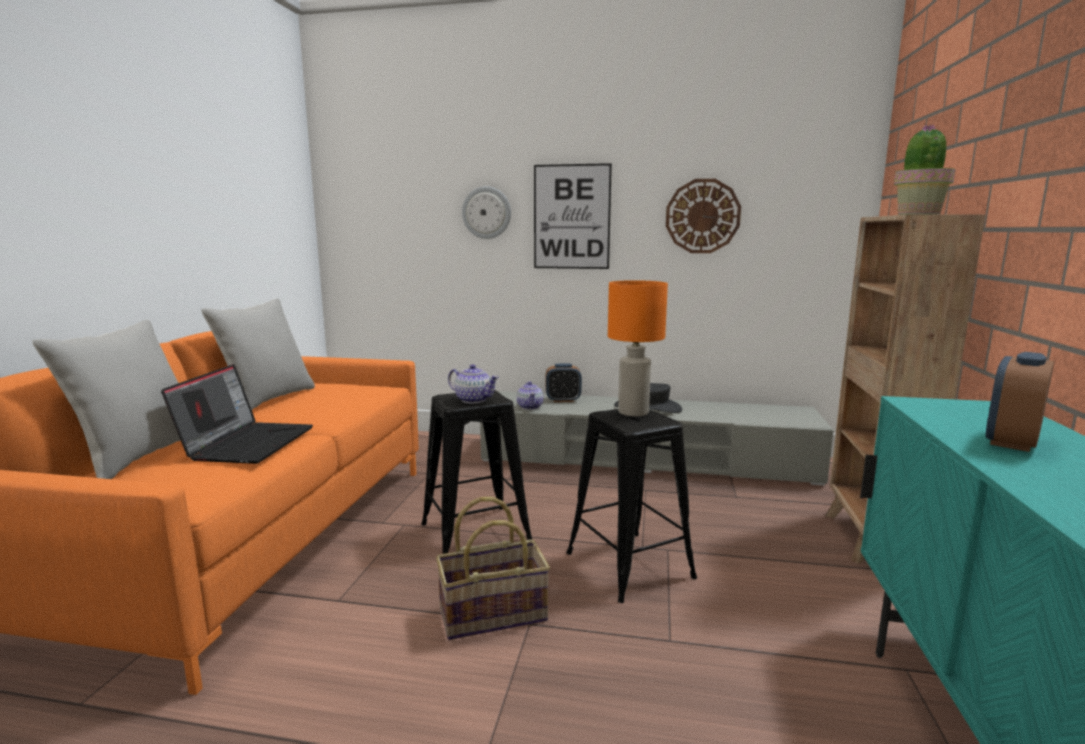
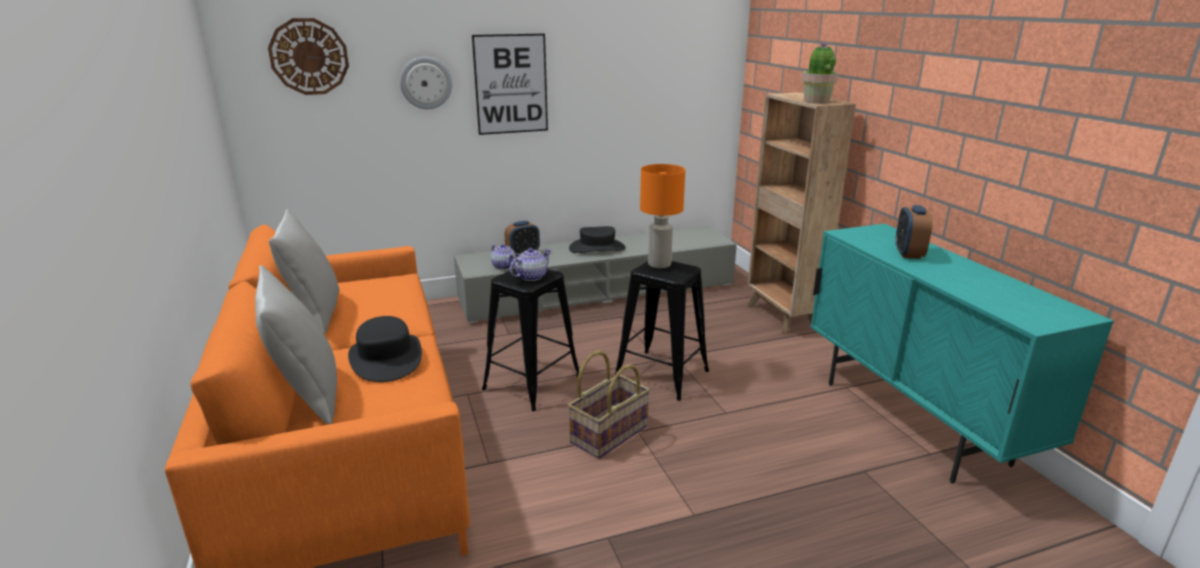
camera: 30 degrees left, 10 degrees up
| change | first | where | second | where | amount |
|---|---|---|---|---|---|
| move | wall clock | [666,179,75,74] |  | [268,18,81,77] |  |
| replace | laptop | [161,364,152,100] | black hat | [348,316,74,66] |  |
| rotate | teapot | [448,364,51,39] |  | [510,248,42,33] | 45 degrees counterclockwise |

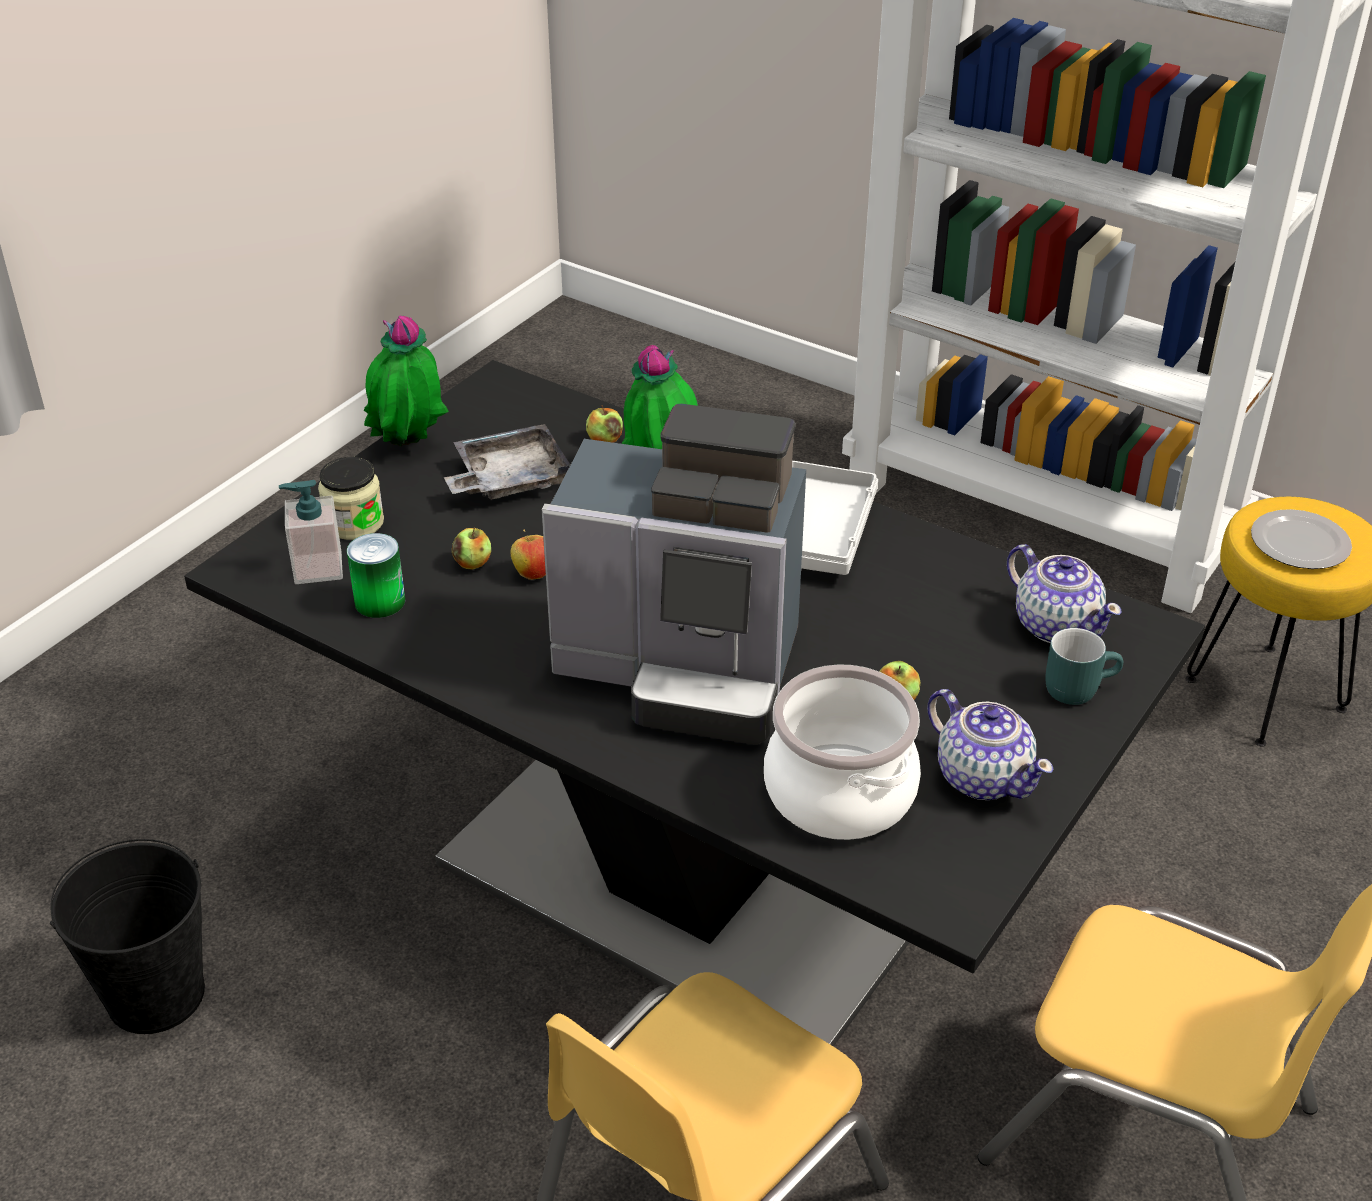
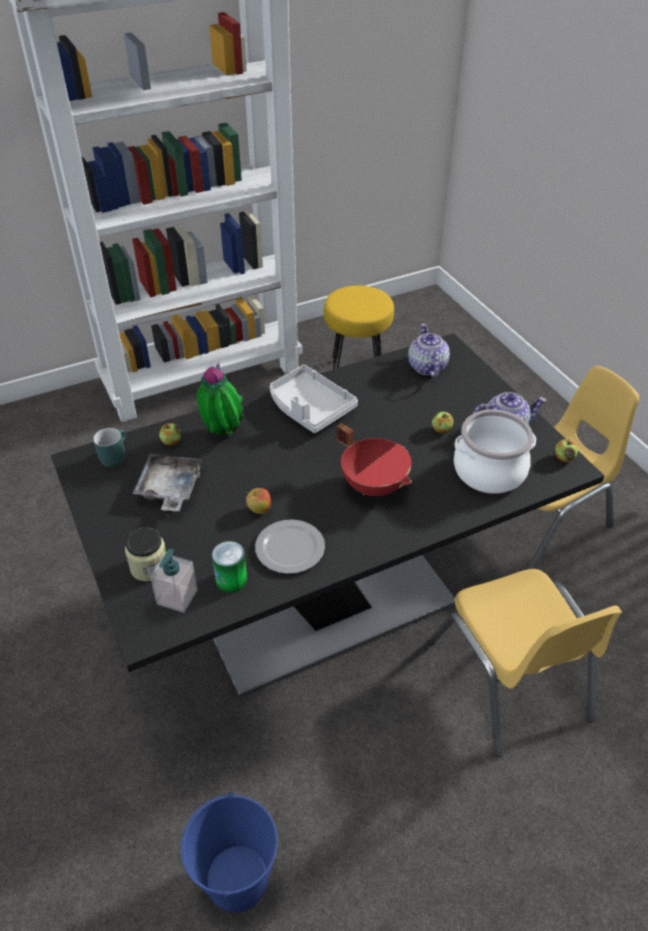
camera: 60 degrees left, 5 degrees up
| change | first | where | second | where | amount |
|---|---|---|---|---|---|
| delete | potted plant | [364,316,84,130] |  |  |  |
| replace | coffee machine | [542,404,264,340] | red cooking pot | [336,423,76,73] |  |
| move | plate | [1251,509,101,60] |  | [255,520,70,54] |  |
| move | apple | [452,528,39,42] |  | [555,439,23,23] |  |
| rotate | teapot | [1007,544,115,99] |  | [408,323,42,55] | 90 degrees counterclockwise |
| move | turquoise mug | [1046,628,77,77] |  | [93,428,32,39] |  |
| recolor | black bucket | [50,839,155,195] | blue bucket | [180,792,98,120] |  |

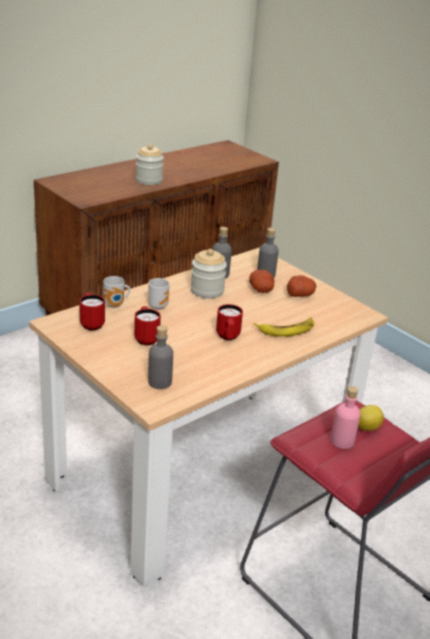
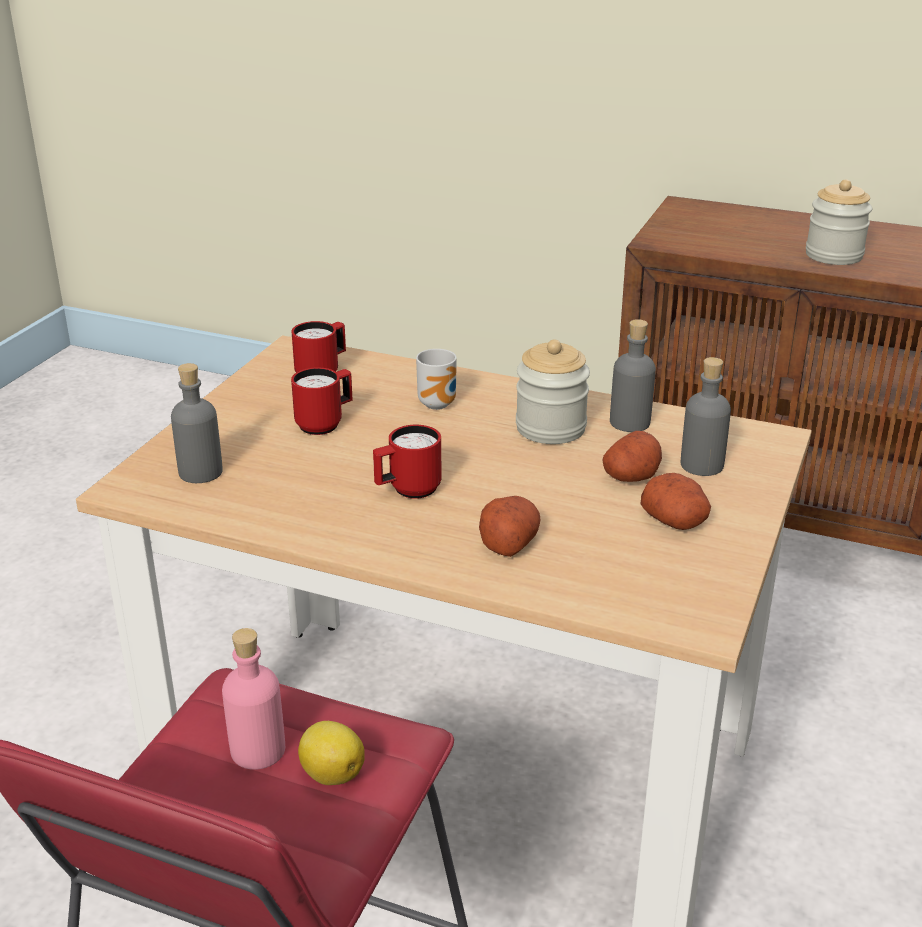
camera: 65 degrees right, 0 degrees up
| change | first | where | second | where | amount |
|---|---|---|---|---|---|
| delete | mug | [103,276,27,32] |  |  |  |
| replace | banana | [253,318,61,19] | potato | [479,496,62,61] |  |

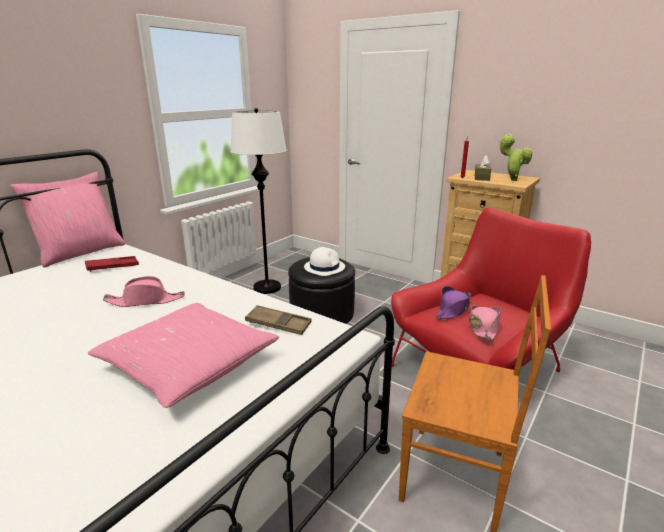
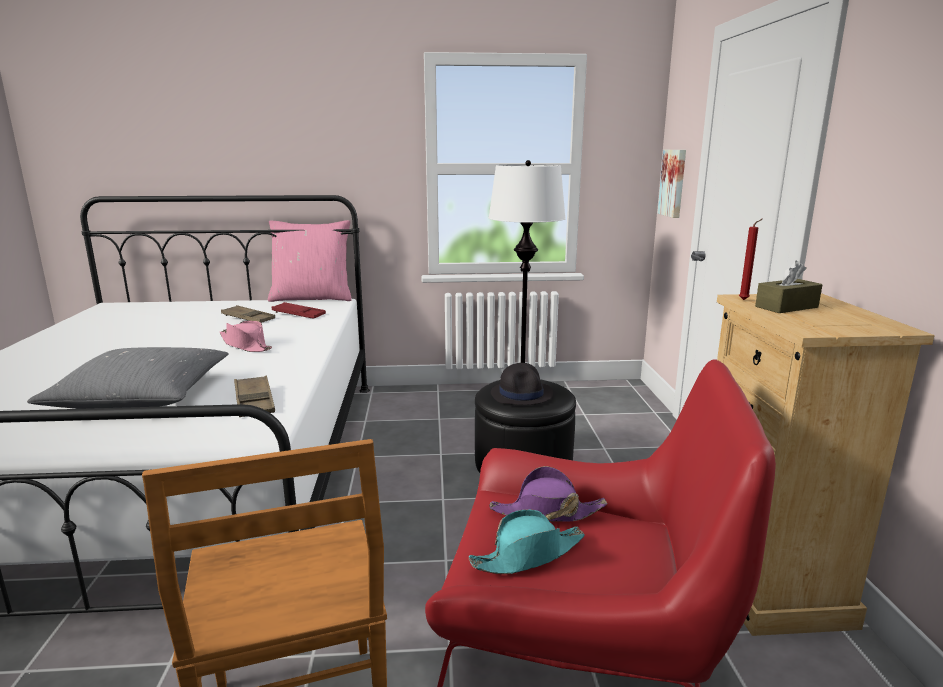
camera: 50 degrees right, 5 degrees down
| change | first | where | second | where | amount |
|---|---|---|---|---|---|
| delete | potted plant | [500,134,32,47] |  |  |  |
| recolor | white hat | [304,247,41,29] | black hat | [491,363,62,42] |  |
| recolor | pink pillow | [88,303,191,105] | grey pillow | [27,347,202,62] |  |
| recolor | pink hat | [469,305,32,35] | turquoise hat | [469,509,116,65] |  |
| insert |  |  | picture | [658,150,28,68] |  |
| insert |  |  | brown tray | [221,305,54,18] |  |

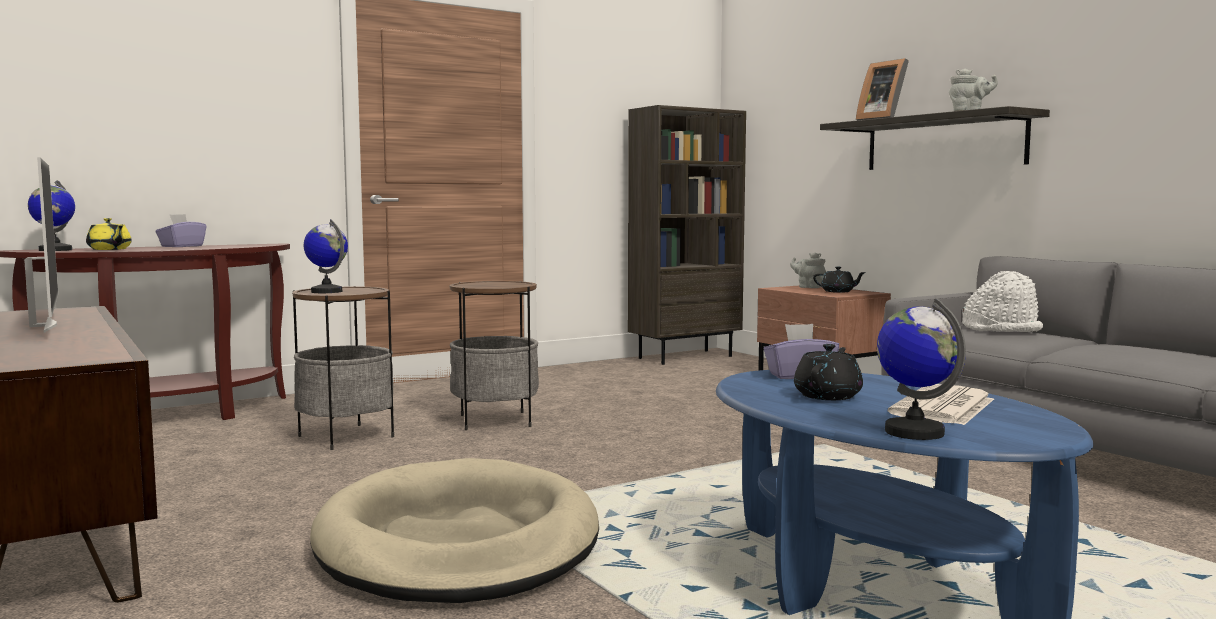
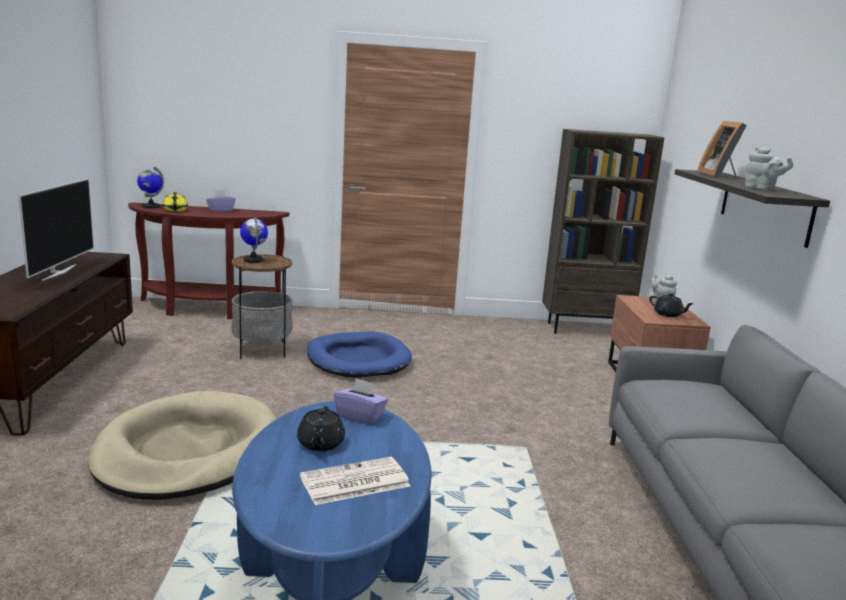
camera: 30 degrees right, 10 degrees up
| change | first | where | second | where | amount |
|---|---|---|---|---|---|
| delete | white hat | [962,271,81,61] |  |  |  |
| replace | side table | [449,281,90,149] | blue dog bed | [307,332,105,46] |  |
| delete | globe | [877,298,89,142] |  |  |  |
| rotate | black teapot | [794,344,69,56] |  | [297,406,48,45] | 120 degrees clockwise |

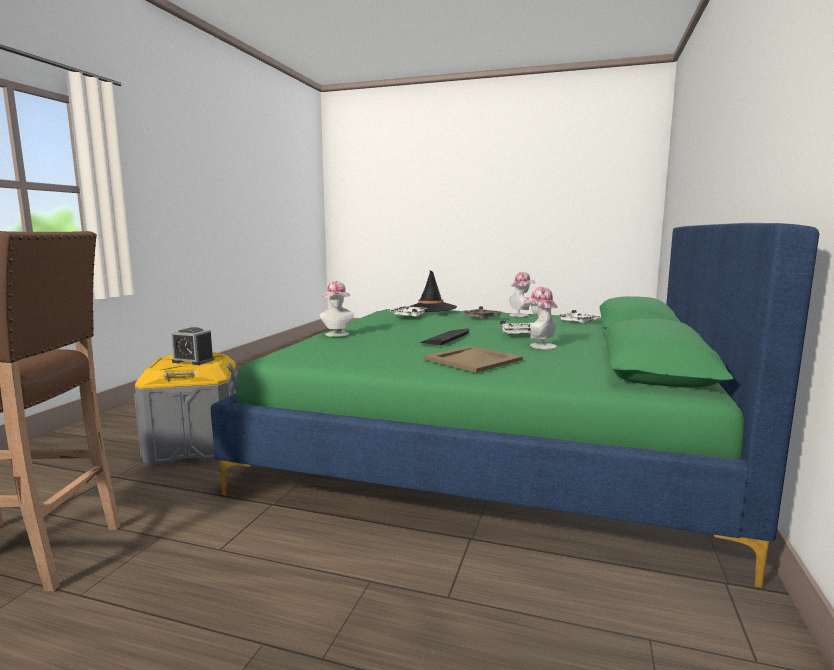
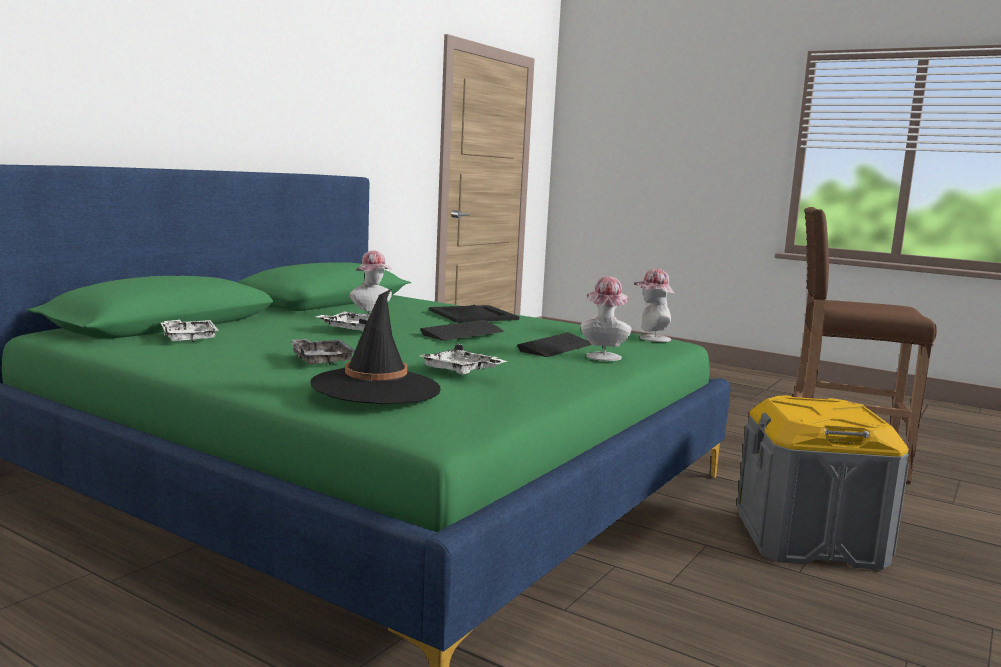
camera: 165 degrees left, 0 degrees up
| change | first | where | second | where | amount |
|---|---|---|---|---|---|
| move | hat | [509,272,26,45] |  | [634,269,40,73] |  |
| delete | alarm clock | [171,327,44,38] |  |  |  |
| recolor | beige tray | [424,346,99,27] | black tray | [429,305,90,18] |  |
| insert |  |  | keyboard | [517,332,74,25] |  |

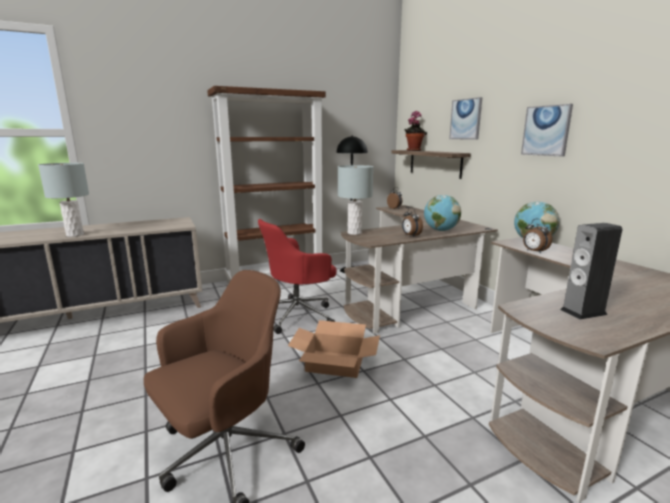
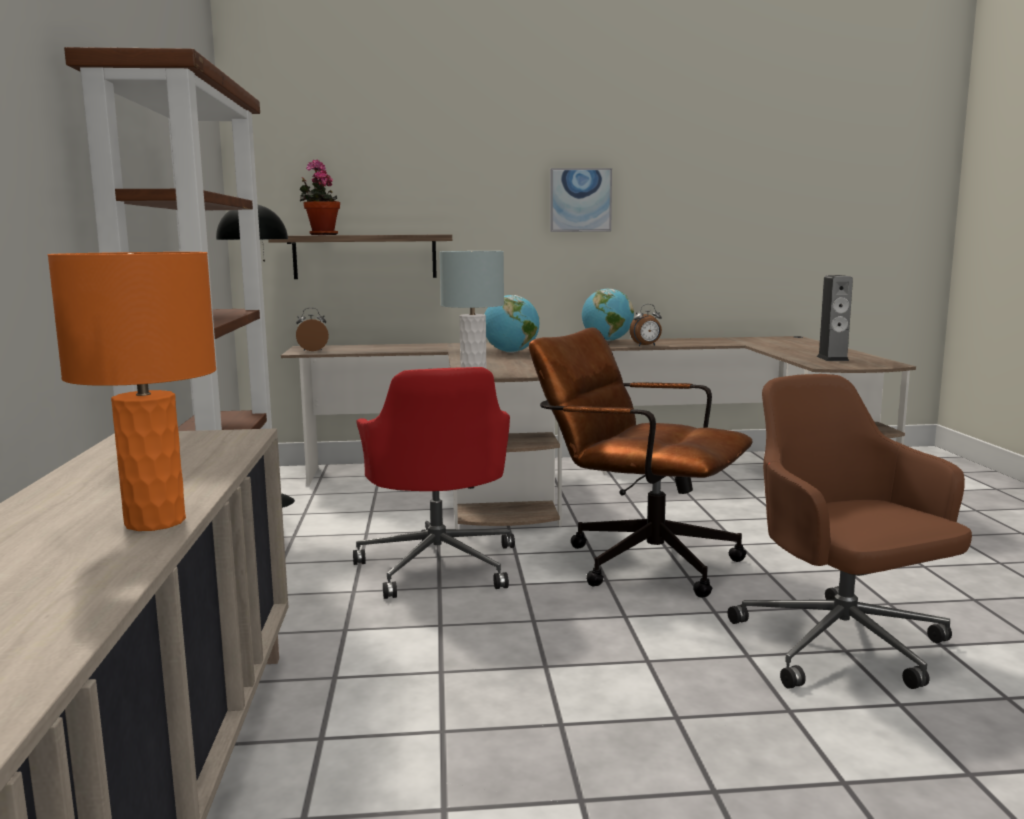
camera: 70 degrees left, 5 degrees down
| change | first | where | second | where | amount |
|---|---|---|---|---|---|
| delete | picture | [449,97,33,43] |  |  |  |
| recolor | grey table lamp | [38,163,51,74] | orange table lamp | [48,252,168,279] |  |
| delete | alarm clock | [402,207,21,30] |  |  |  |
| replace | cardboard box | [288,320,92,58] | brown office chair | [529,328,224,270] |  |

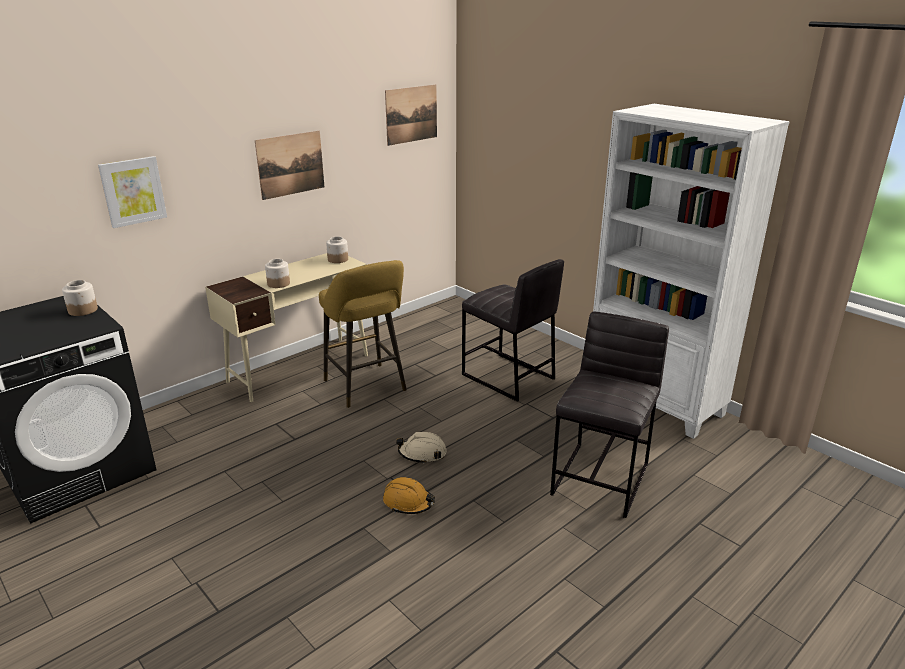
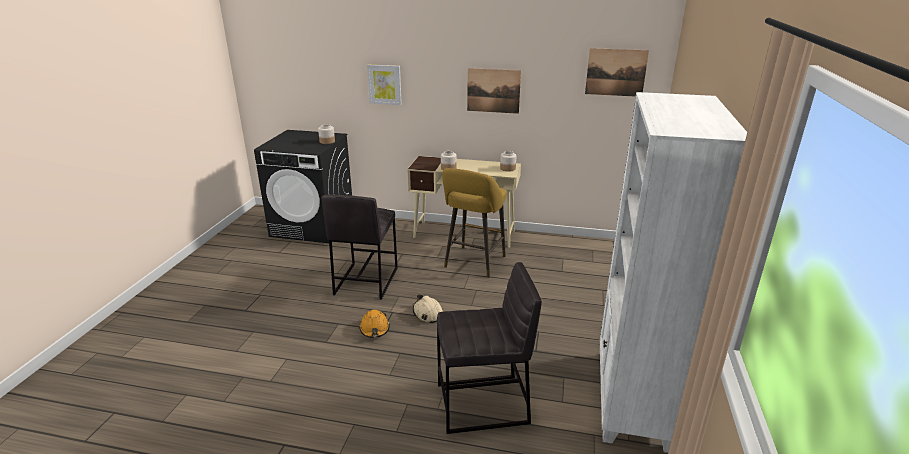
camera: 55 degrees right, 0 degrees up
| change | first | where | second | where | amount |
|---|---|---|---|---|---|
| move | grey stool | [462,259,102,143] |  | [322,195,76,105] |  |

